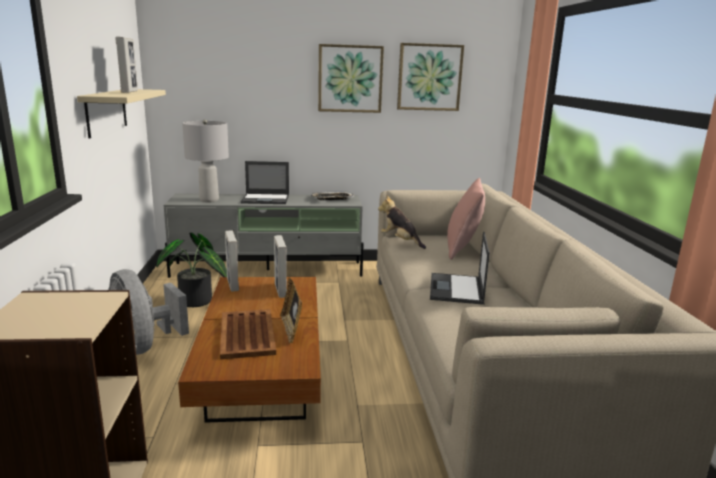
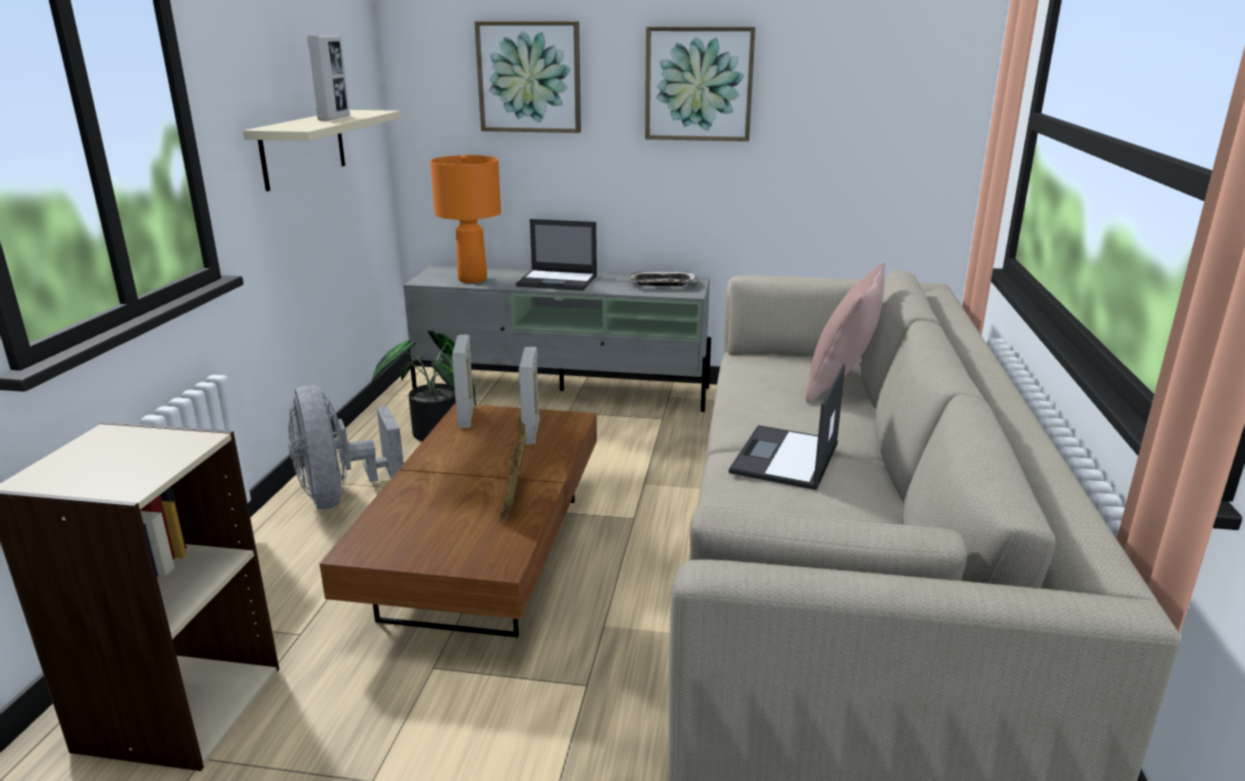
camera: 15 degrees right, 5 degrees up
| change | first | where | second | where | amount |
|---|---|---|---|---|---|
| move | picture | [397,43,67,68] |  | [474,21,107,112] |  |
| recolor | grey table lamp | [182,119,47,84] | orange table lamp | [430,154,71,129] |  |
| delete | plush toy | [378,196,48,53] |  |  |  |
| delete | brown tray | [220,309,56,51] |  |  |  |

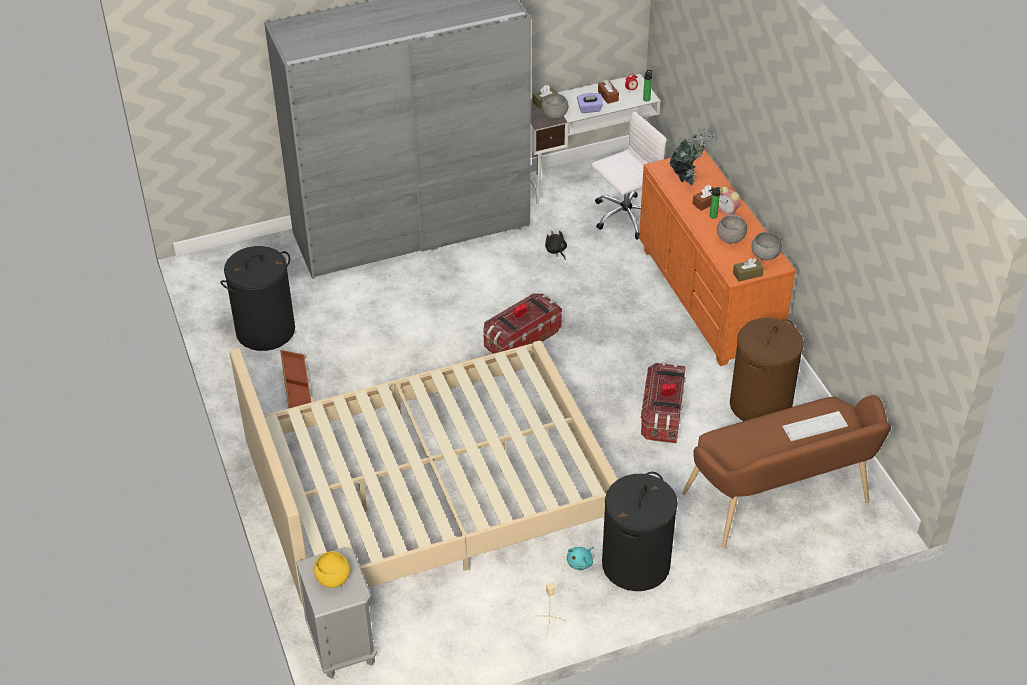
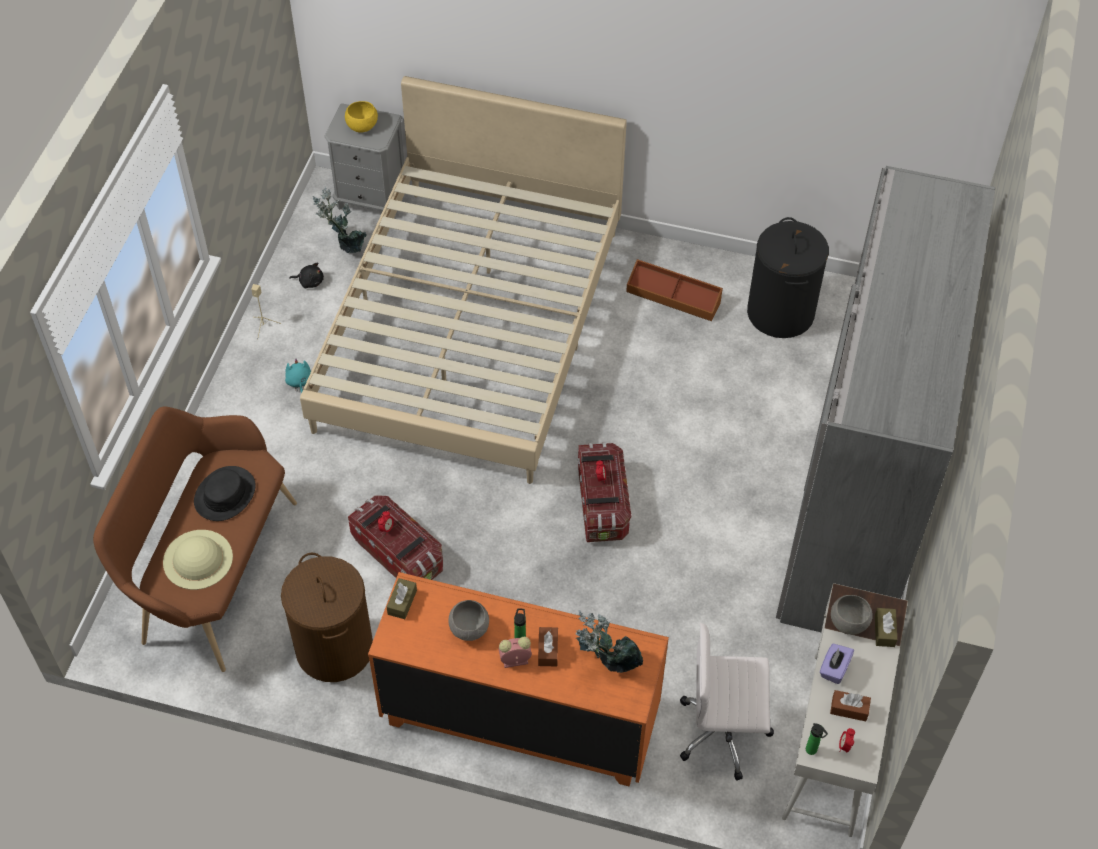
camera: 125 degrees right, 10 degrees up
| change | first | where | second | where | amount |
|---|---|---|---|---|---|
| rotate | white office chair | [591,111,76,129] |  | [680,623,94,158] | 90 degrees clockwise |
| move | black plush toy | [545,231,22,28] |  | [289,262,35,26] |  |
| delete | grey bowl | [751,232,31,28] |  |  |  |
| replace | keyboard | [782,411,66,30] | beige hat | [163,530,70,60] |  |
| delete | black laundry basket | [602,472,76,119] |  |  |  |
| insert |  |  | potted plant | [313,186,54,67] |  |
| insert |  |  | black hat | [194,466,62,55] |  |

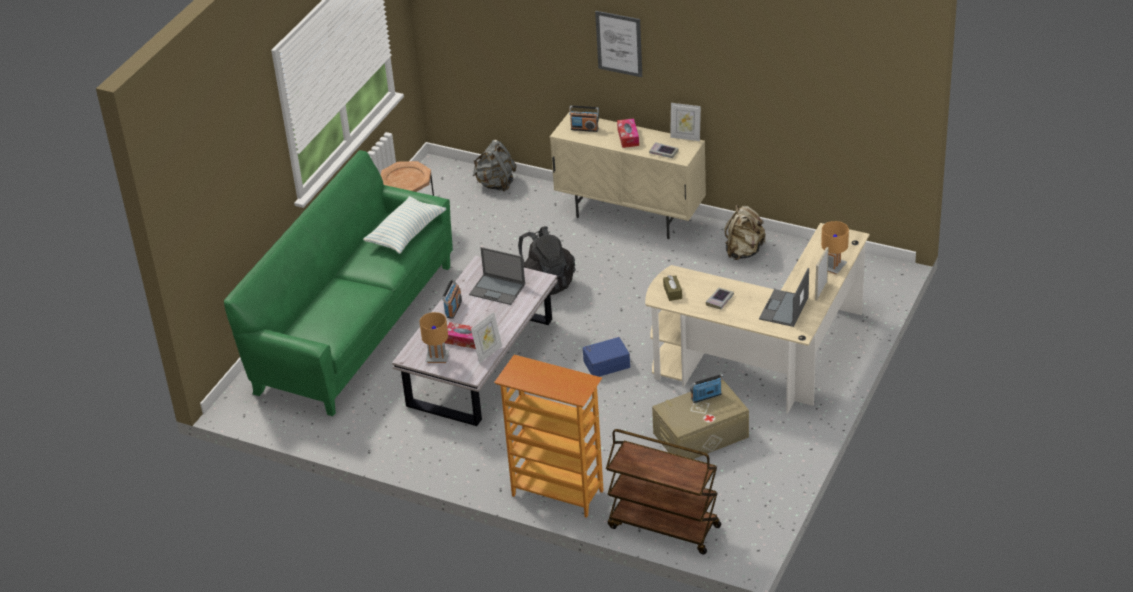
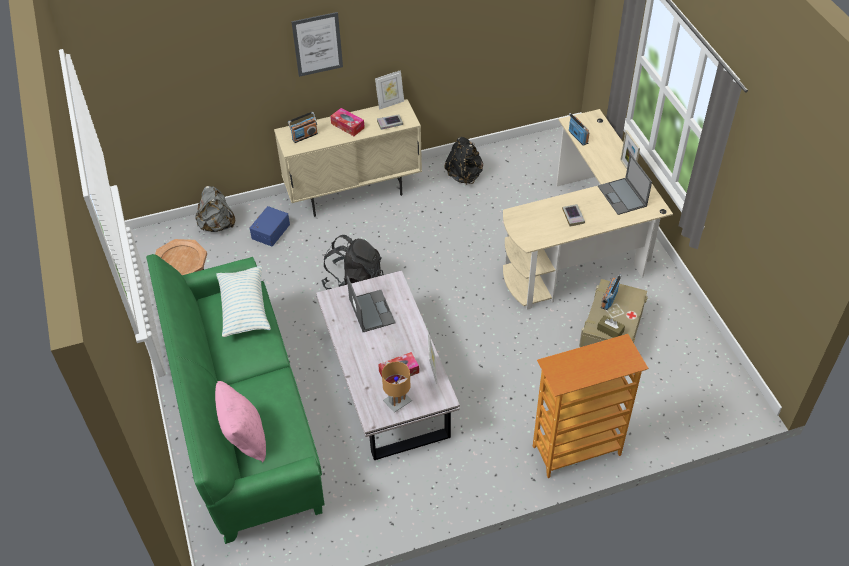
camera: 45 degrees left, 10 degrees up
| change | first | where | second | where | amount |
|---|---|---|---|---|---|
| recolor | beige backpack | [725,205,41,55] | black backpack | [444,137,39,48] |  |
| delete | brown table lamp | [821,221,28,54] |  |  |  |
| rotate | laptop | [469,247,56,58] |  | [347,276,48,56] | 90 degrees counterclockwise |
| move | brown tissue box | [663,275,19,26] |  | [597,315,28,23] |  |
| move | radio | [442,279,20,40] |  | [569,113,20,33] |  |
| move | blue storage box | [583,337,47,40] |  | [250,206,40,40] |  |
| delete | brown cart | [606,429,115,126] |  |  |  |
| insert |  |  | pink pillow | [215,381,51,81] |  |

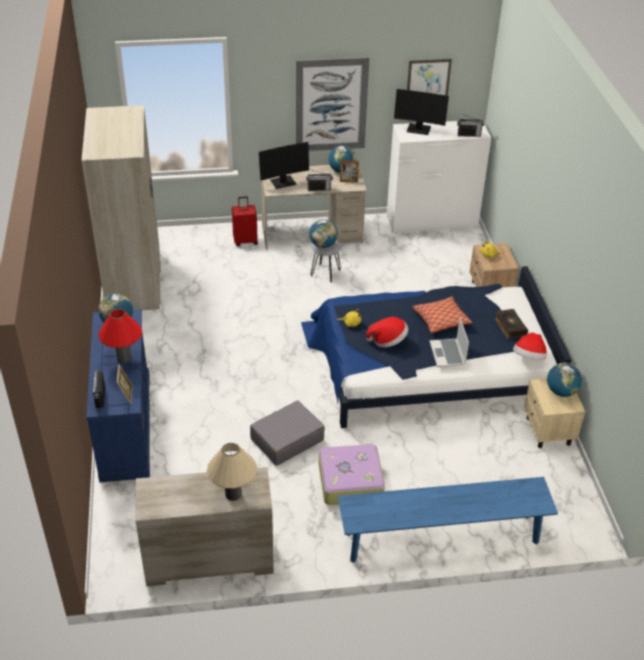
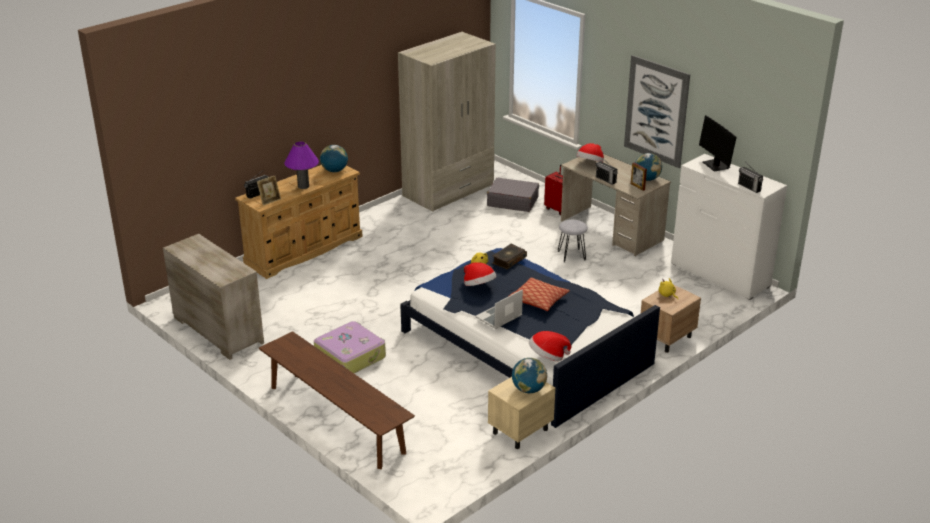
camera: 55 degrees right, 10 degrees down
| change | first | where | second | where | amount |
|---|---|---|---|---|---|
| delete | picture | [407,59,45,37] |  |  |  |
| replace | monitor | [259,142,50,47] | hat | [576,143,28,19] |  |
| delete | globe | [309,219,29,29] |  |  |  |
| recolor | blue dresser | [86,309,64,174] | beige dresser | [235,165,128,114] |  |
| recolor | red table lamp | [98,309,44,54] | purple table lamp | [284,141,35,48] |  |
| move | book | [494,309,34,30] |  | [492,244,35,25] |  |
| move | grey suitcase | [250,401,75,65] |  | [487,178,52,34] |  |
| delete | beige table lamp | [207,443,50,58] |  |  |  |
| recolor | blue bench | [338,477,220,86] | brown bench | [259,331,156,138] |  |

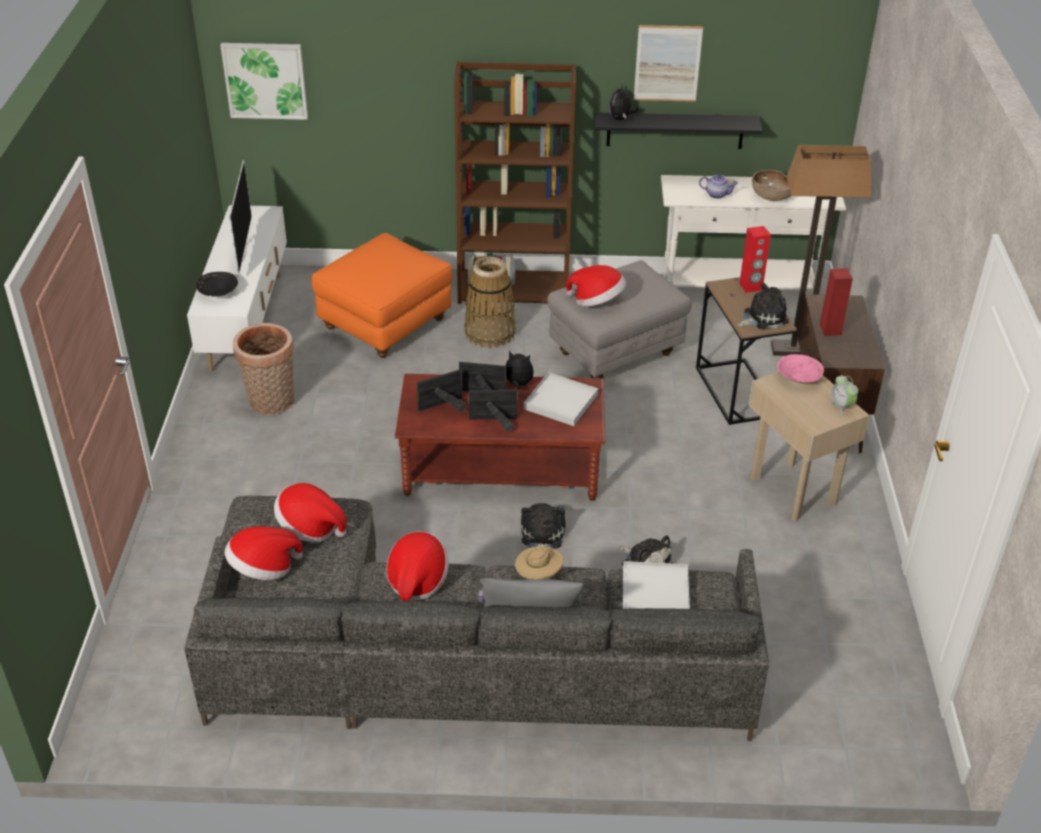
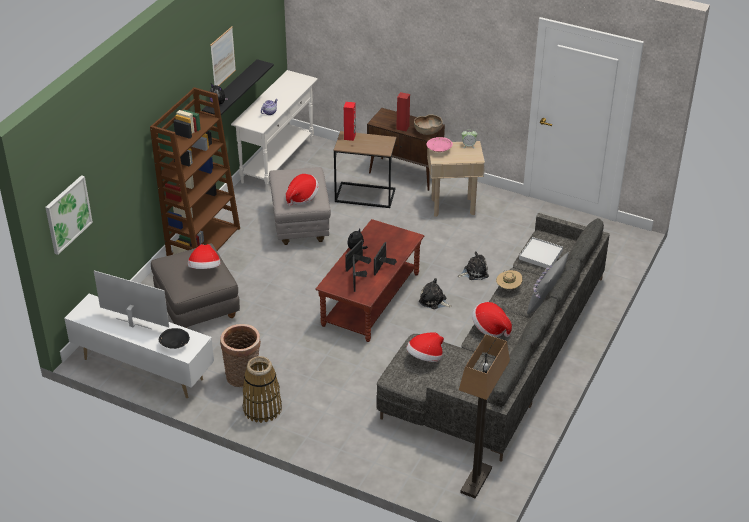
camera: 65 degrees left, 0 degrees up
| change | first | where | second | where | amount |
|---|---|---|---|---|---|
| move | floor lamp | [771,145,100,211] |  | [459,334,51,165] |  |
| move | brown bowl | [752,170,39,31] |  | [414,114,29,21] |  |
| recolor | orange ottoman | [311,233,141,125] | grey ottoman | [151,243,89,85] |  |
| move | basket | [464,256,52,92] |  | [243,356,39,67] |  |
| delete | plush toy | [738,282,50,47] |  |  |  |
| delete | white tray | [524,372,74,54] |  |  |  |
| move | hat | [224,526,78,54] |  | [188,244,33,25] |  |

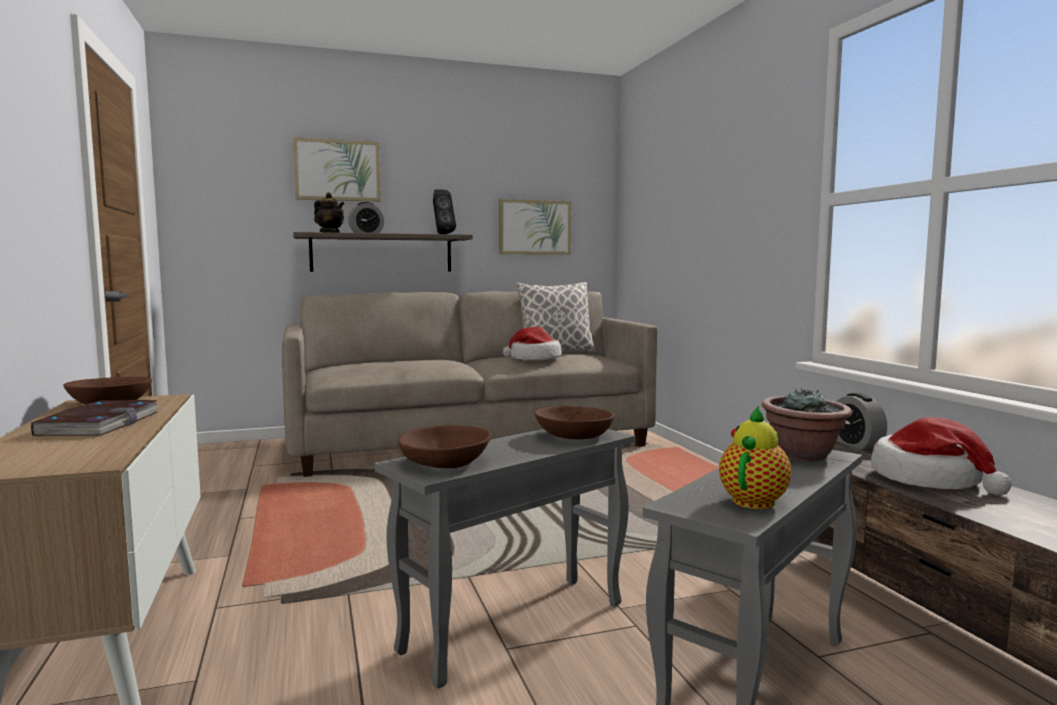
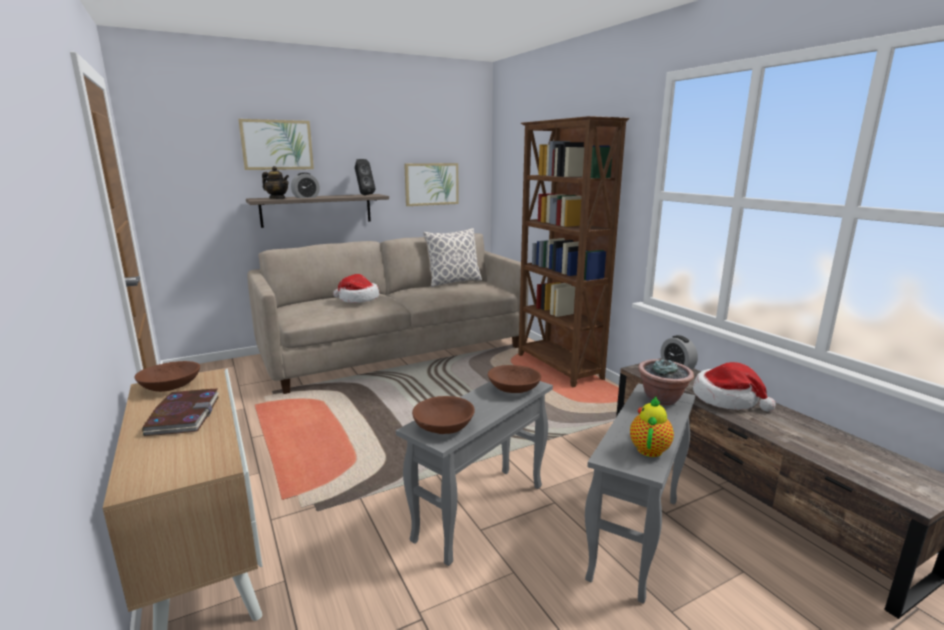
camera: 10 degrees left, 10 degrees up
| change | first | where | second | where | amount |
|---|---|---|---|---|---|
| move | hat | [503,327,59,33] |  | [333,274,46,29] |  |
| insert |  |  | brown bookcase | [518,116,112,271] |  |

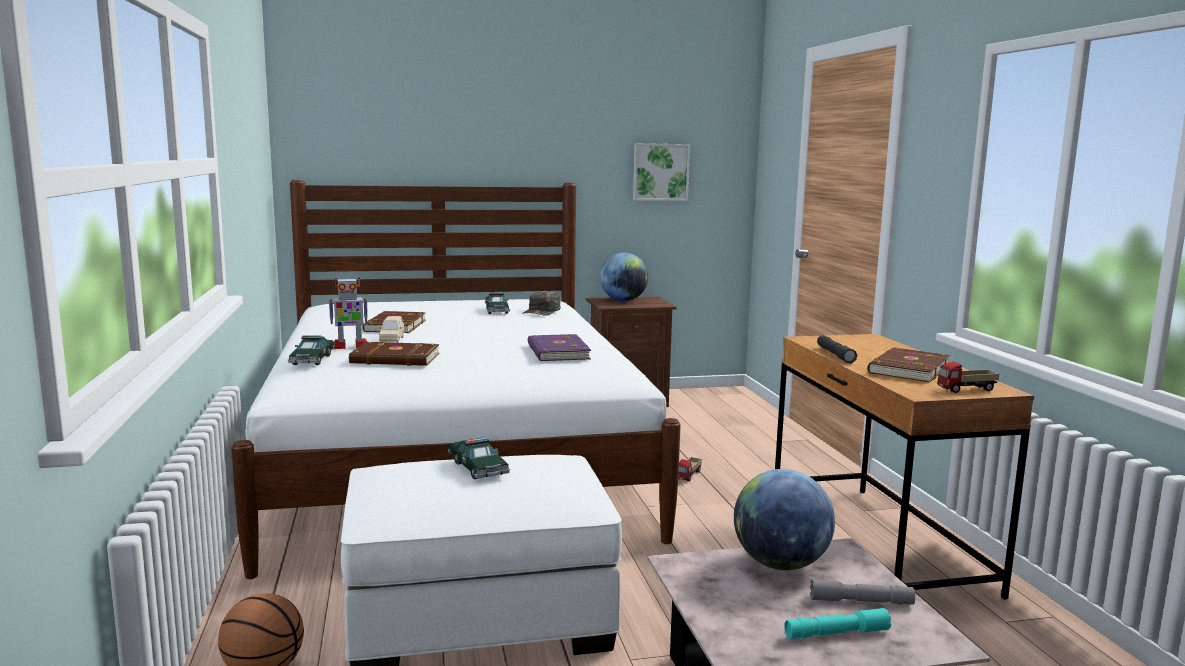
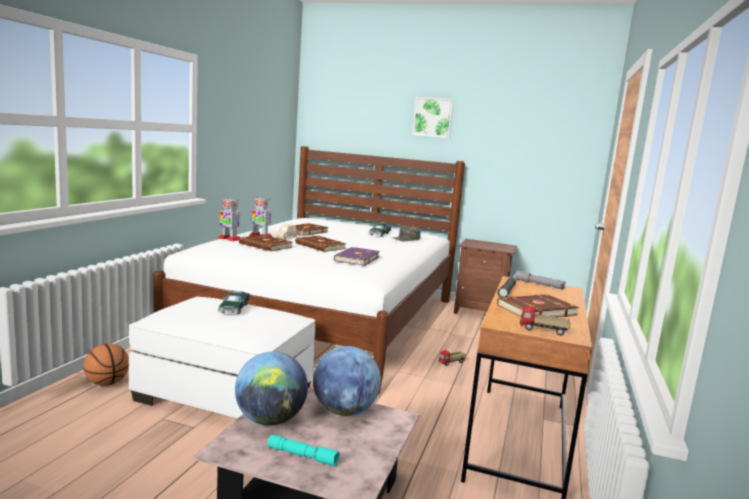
camera: 30 degrees right, 0 degrees up
| change | first | where | second | where | amount |
|---|---|---|---|---|---|
| move | picture | [633,143,57,58] |  | [413,97,41,41] |  |
| move | globe | [600,253,48,48] |  | [235,351,73,74] |  |
| replace | toy car | [288,335,47,30] | toy robot | [218,198,22,43] |  |
| move | grey flashlight | [810,579,105,26] |  | [515,270,51,20] |  |
| insert |  |  | brown book | [295,236,51,16] |  |

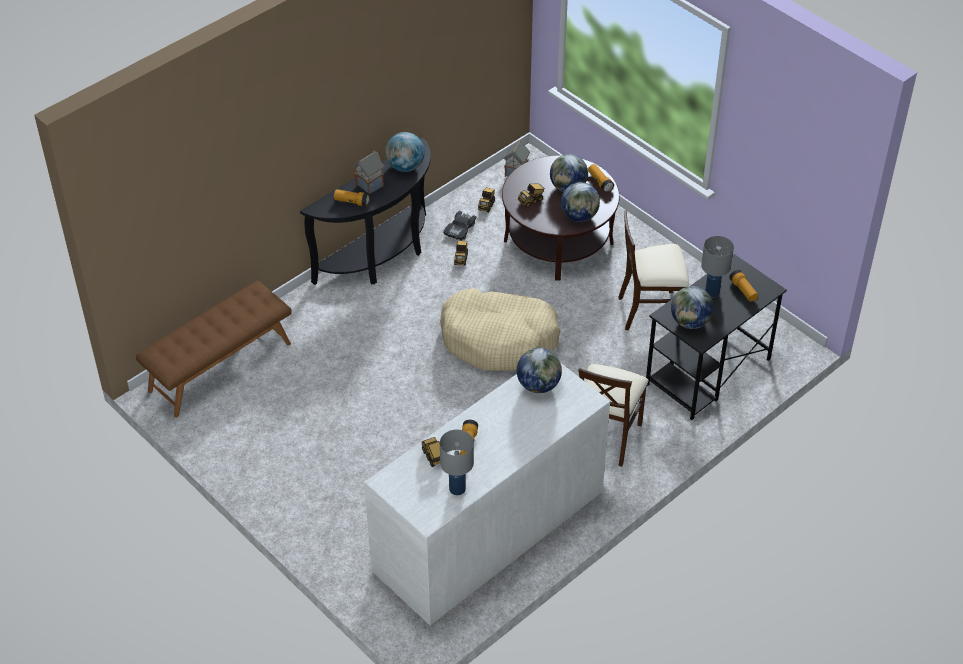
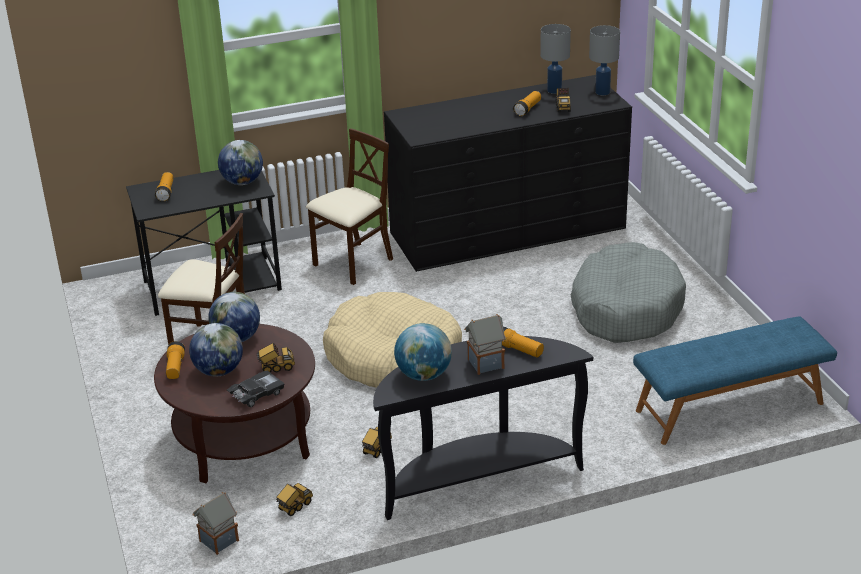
camera: 155 degrees left, 15 degrees down
| change | first | where | second | where | amount |
|---|---|---|---|---|---|
| move | black toy car | [443,211,34,29] |  | [227,371,58,36] |  |
| move | grey table lamp | [701,236,33,61] |  | [589,25,31,70] |  |
| recolor | brown bench | [136,281,156,137] | blue bench | [633,316,204,129] |  |
| delete | globe | [517,348,45,45] |  |  |  |
| recolor | white dresser | [364,363,246,262] | black dresser | [384,75,248,197] |  |
| insert |  |  | grey dog bed | [570,242,116,101] |  |

